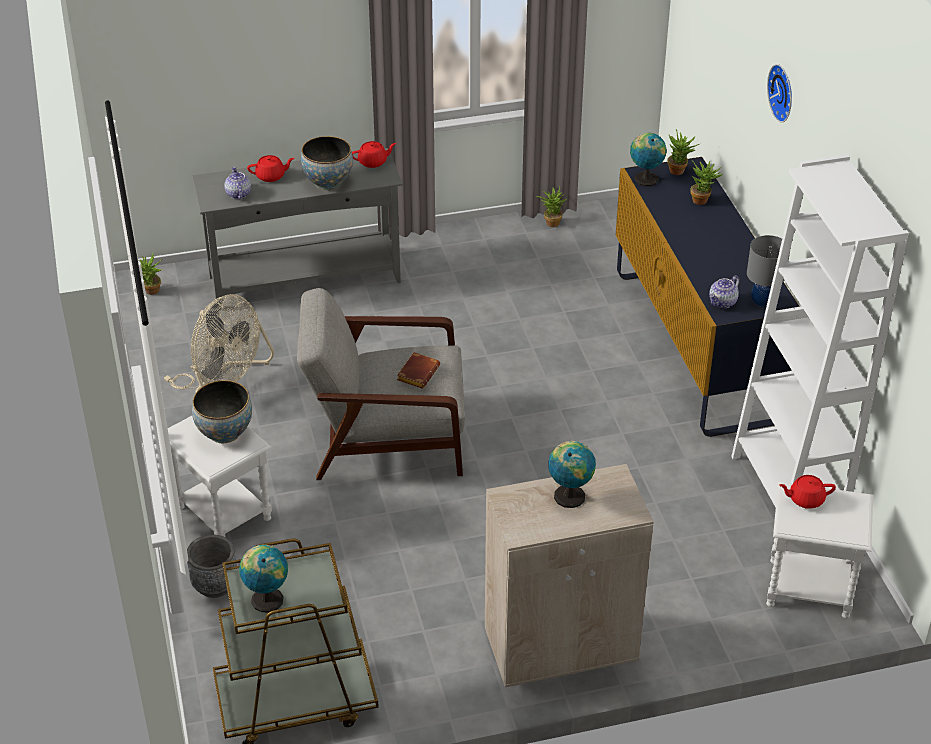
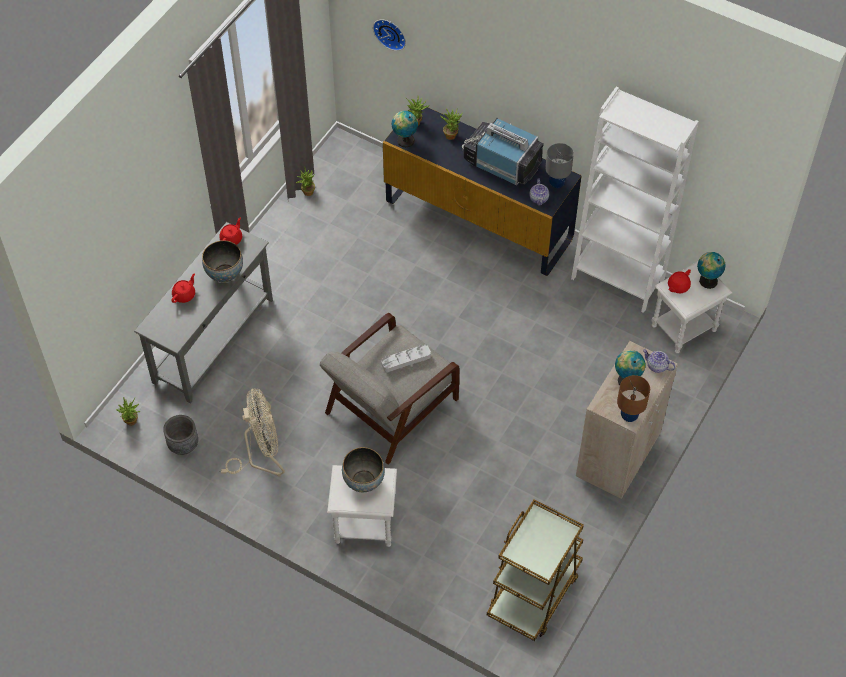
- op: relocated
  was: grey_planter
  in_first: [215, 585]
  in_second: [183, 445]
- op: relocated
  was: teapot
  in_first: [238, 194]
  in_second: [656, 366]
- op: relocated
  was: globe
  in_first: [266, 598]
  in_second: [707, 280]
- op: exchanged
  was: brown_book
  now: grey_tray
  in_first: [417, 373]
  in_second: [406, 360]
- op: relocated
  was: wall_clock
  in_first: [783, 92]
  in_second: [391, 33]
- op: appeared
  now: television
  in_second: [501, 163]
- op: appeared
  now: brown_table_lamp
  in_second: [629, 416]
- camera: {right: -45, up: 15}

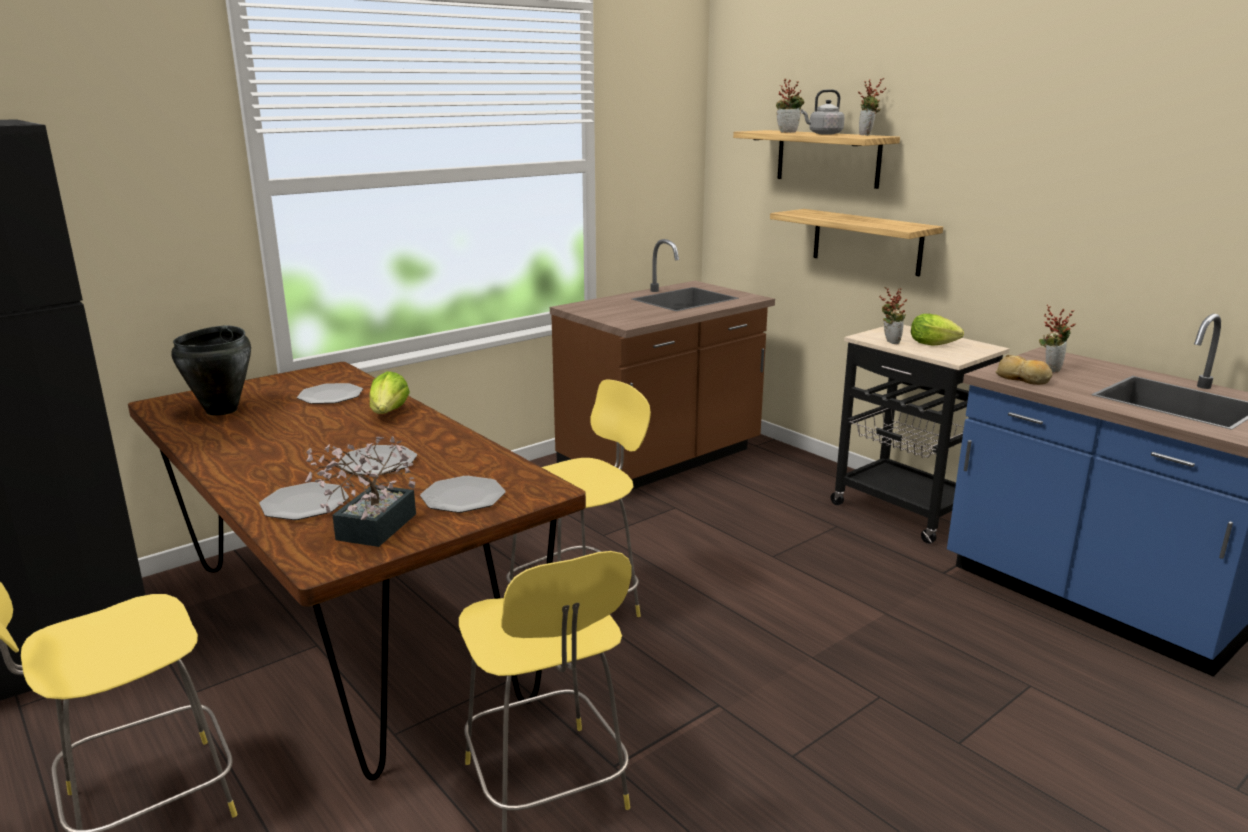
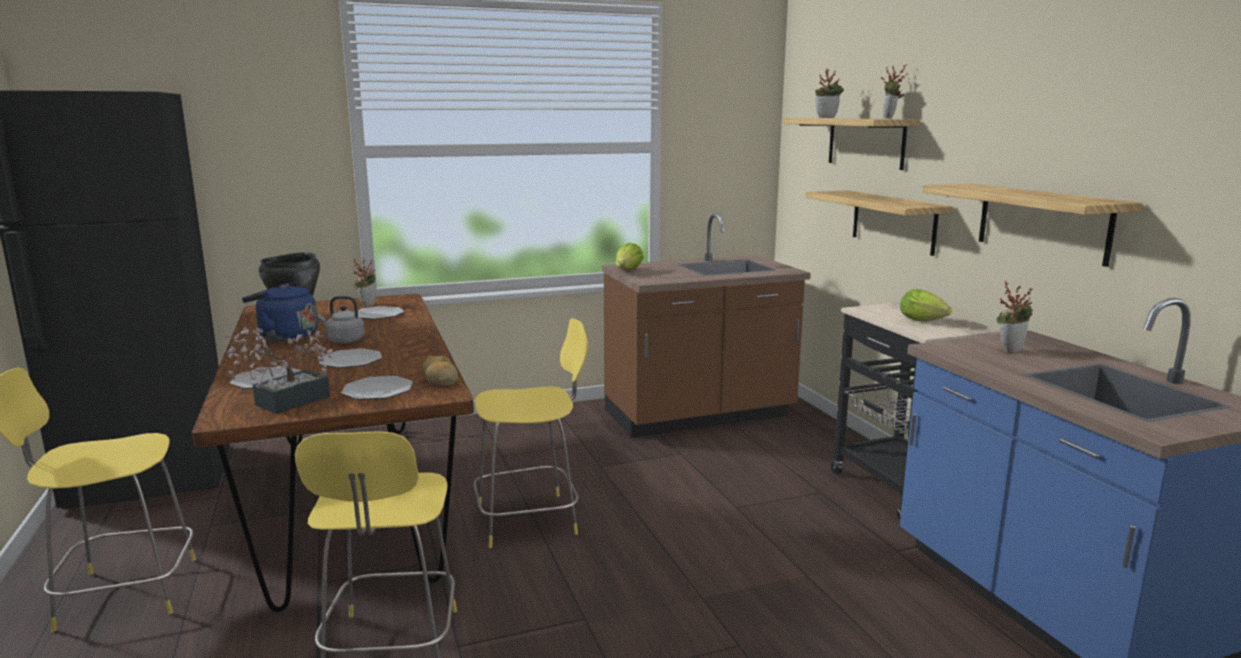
- op: relocated
  was: lettuce
  in_first: [389, 414]
  in_second: [628, 271]
- op: relocated
  was: grey_kettle
  in_first: [823, 134]
  in_second: [343, 340]
- op: relocated
  was: potted_plant
  in_first: [889, 342]
  in_second: [367, 305]
- op: relocated
  was: bread
  in_first: [1023, 379]
  in_second: [440, 379]
- op: appeared
  now: blue_kettle
  in_second: [285, 336]
- op: appeared
  now: shelf
  in_second: [1042, 222]
- camera: {right: 20, up: -5}

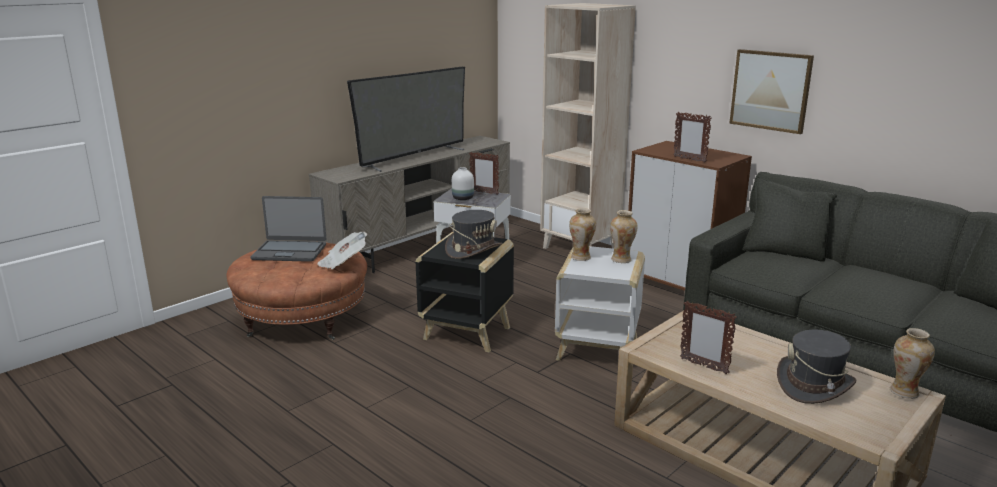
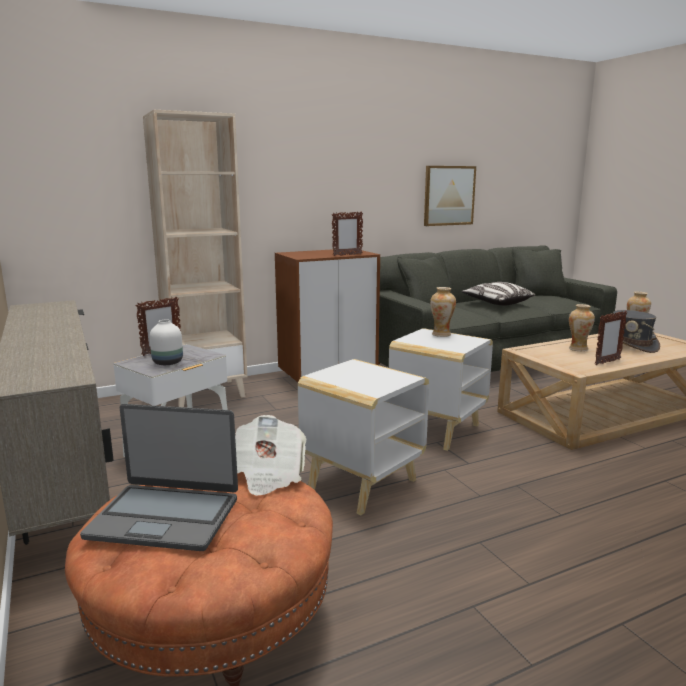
- op: spun
  was: laptop
  in_first: [290, 252]
  in_second: [165, 517]
  clockwise: 75
- op: missing
  was: television
  in_first: [414, 158]
- op: colour
  was: black_side_table
  now: white_side_table
  in_first: [468, 333]
  in_second: [363, 483]
- op: missing
  was: grey_hat
  in_first: [473, 250]
- op: relocated
  was: vase
  in_first: [581, 257]
  in_second: [578, 349]
- op: relocated
  was: picture
  in_first: [770, 90]
  in_second: [448, 195]
- op: appeared
  now: pillow
  in_second: [497, 303]
- camera: {right: -70, up: -5}

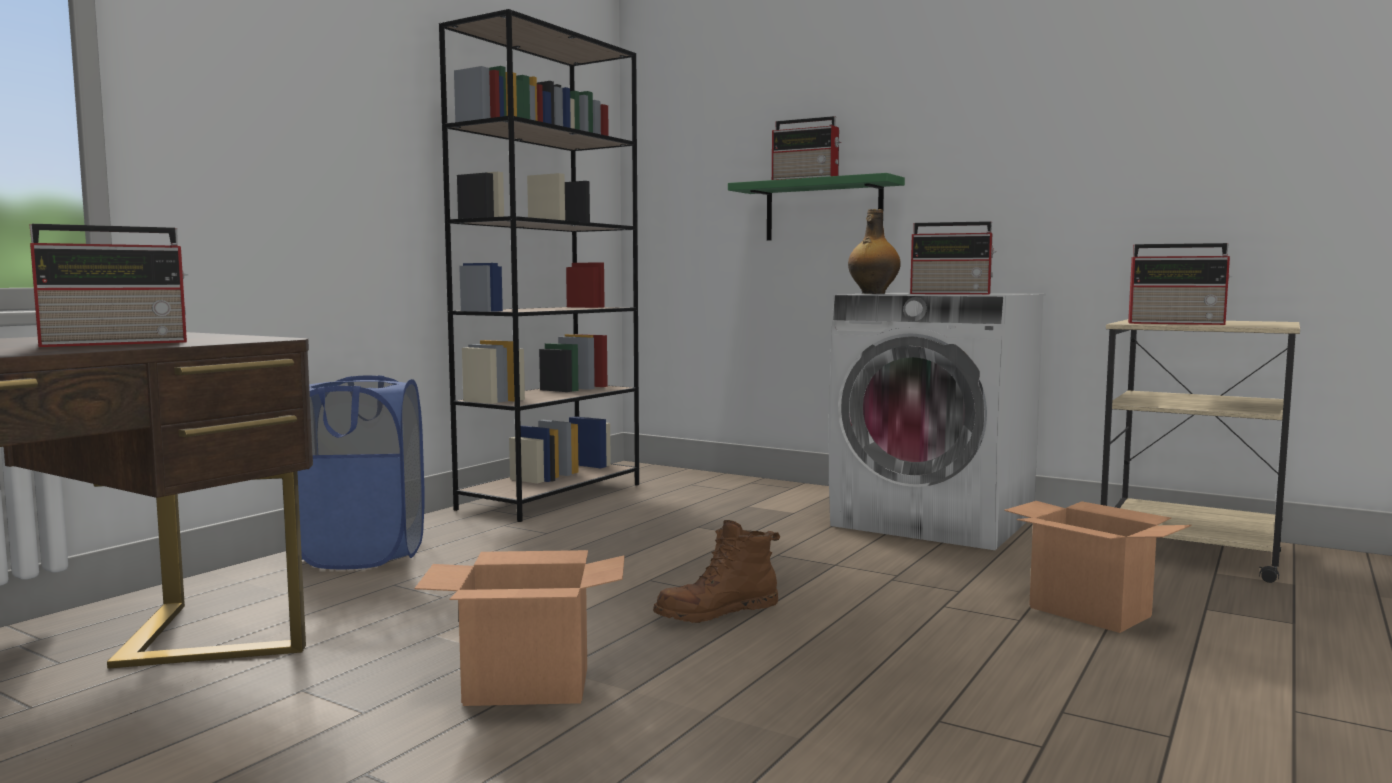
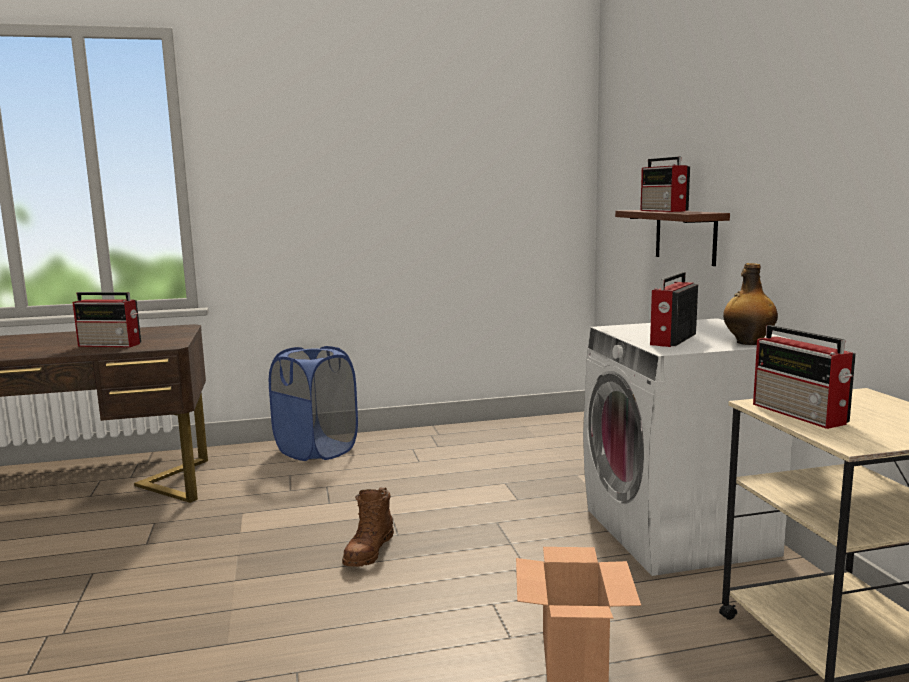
- op: missing
  was: cardboard_box
  in_first: [525, 687]
- op: missing
  was: beige_bookcase
  in_first: [551, 496]
- op: spun
  was: brown_boot
  in_first: [717, 612]
  in_second: [369, 551]
  clockwise: -90
- op: colour
  was: green_shelf
  now: brown_shelf
  in_first: [823, 210]
  in_second: [685, 236]
- op: relocated
  was: bottle
  in_first: [872, 293]
  in_second: [748, 342]
- op: spun
  was: radio
  in_first: [952, 294]
  in_second: [672, 340]
  clockwise: 60
- camera: {right: 45, up: 5}

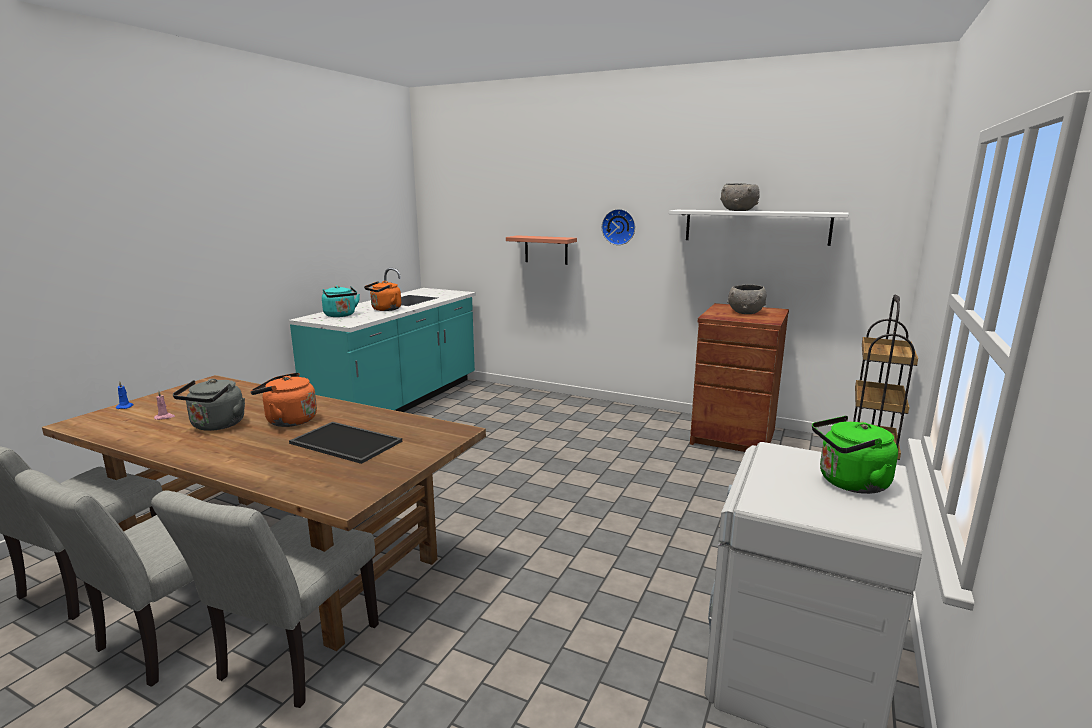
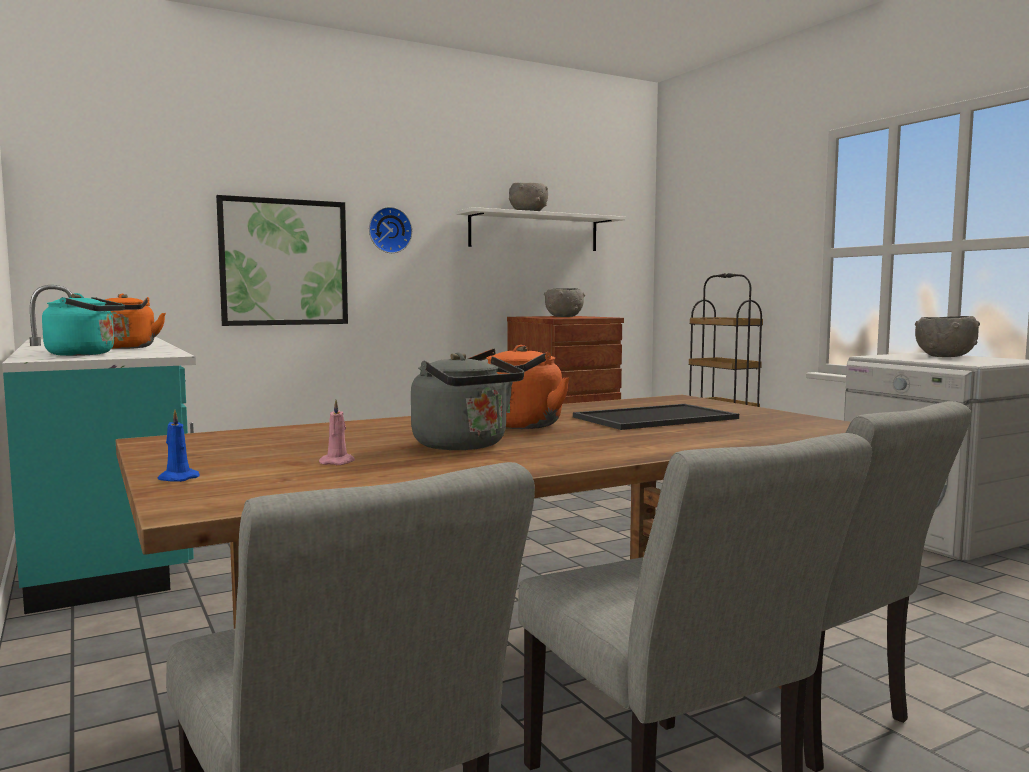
- op: exchanged
  was: shelf
  now: picture
  in_first: [546, 250]
  in_second: [284, 262]
- op: exchanged
  was: green_kettle
  now: grey_bowl
  in_first: [849, 483]
  in_second: [944, 356]
- camera: {right: -55, up: -10}

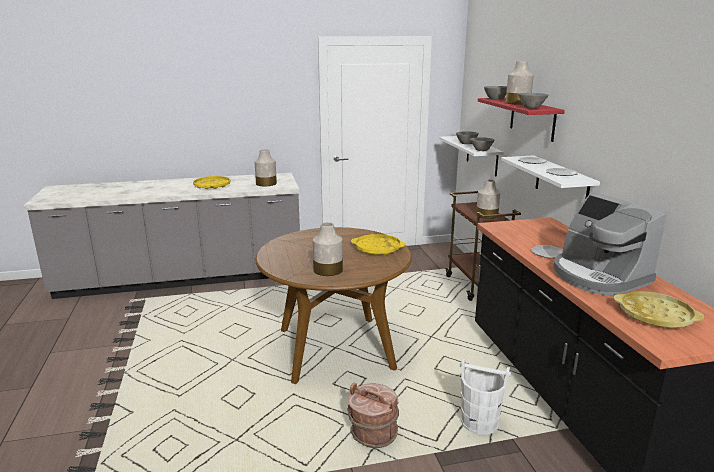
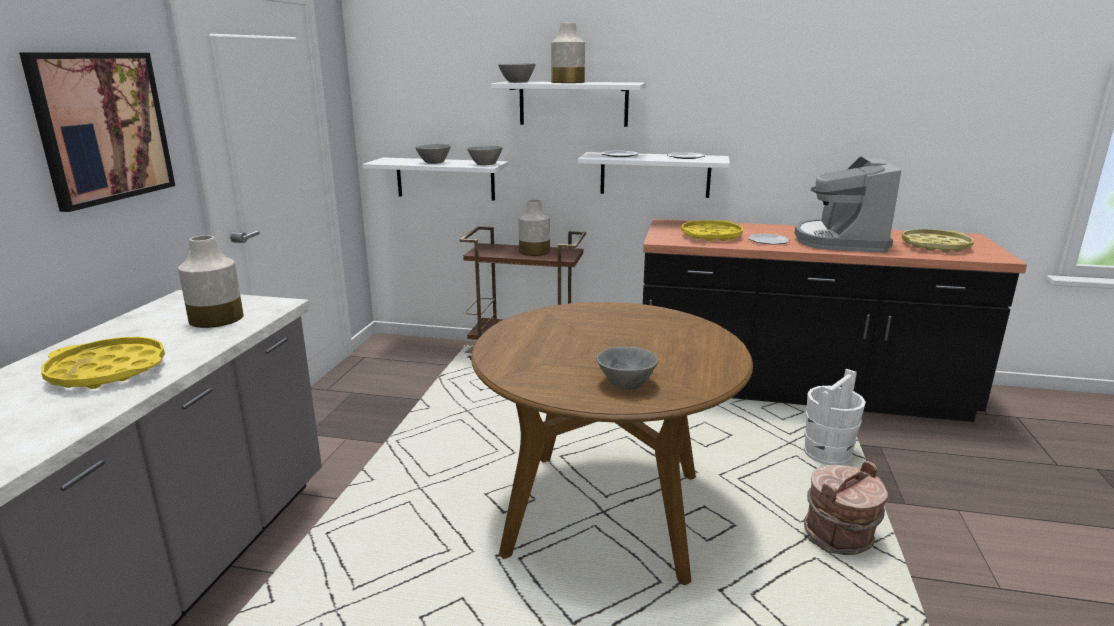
- op: missing
  was: beige_vase
  in_first: [328, 270]
- op: relocated
  was: yellow_tray
  in_first: [377, 248]
  in_second: [711, 236]
- op: colour
  was: red_shelf
  now: white_shelf
  in_first: [532, 118]
  in_second: [573, 104]
- op: relocated
  was: grey_bowl
  in_first: [532, 108]
  in_second: [627, 383]
- op: spun
  was: coffee_machine
  in_first: [598, 276]
  in_second: [840, 241]
  clockwise: 105
- op: appeared
  now: picture
  in_second: [102, 127]
- camera: {right: -65, up: 0}

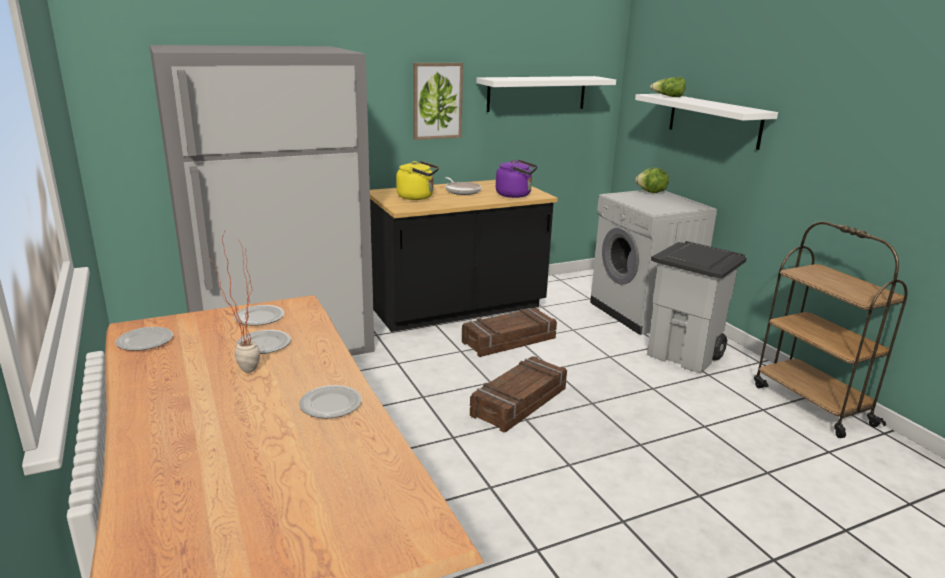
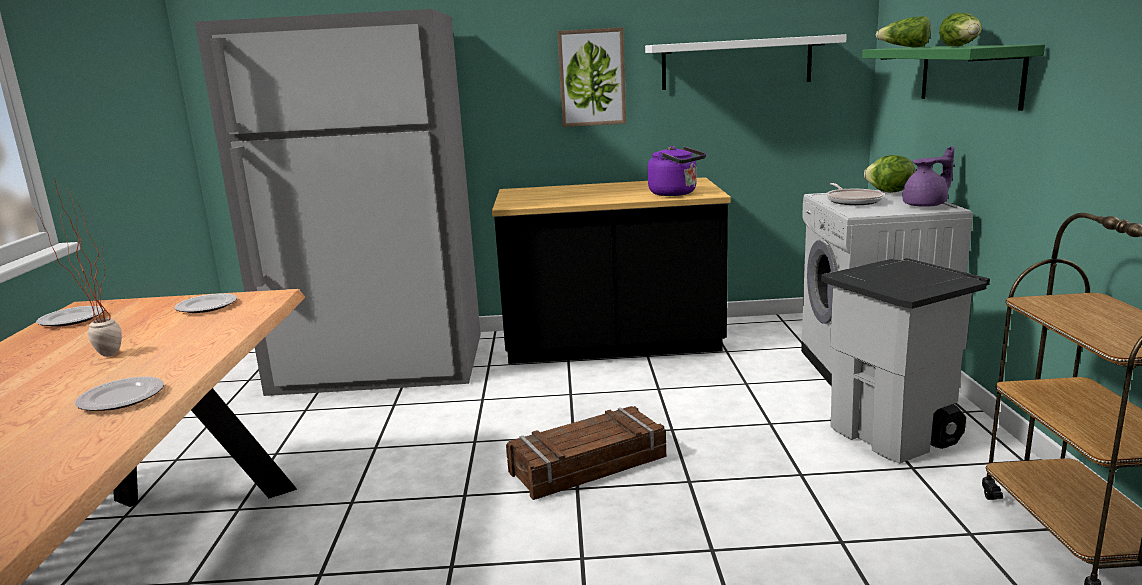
- op: missing
  was: plate
  in_first: [263, 344]
- op: missing
  was: yellow_kettle
  in_first: [417, 197]
- op: relocated
  was: frying_pan
  in_first: [462, 191]
  in_second: [853, 201]
- op: missing
  was: crate
  in_first: [509, 341]
- op: colour
  was: white_shelf
  now: green_shelf
  in_first: [714, 120]
  in_second: [969, 75]
- op: appeared
  now: purple_teapot
  in_second: [926, 205]
- op: appeared
  now: lettuce
  in_second: [961, 46]
- camera: {right: 25, up: -5}

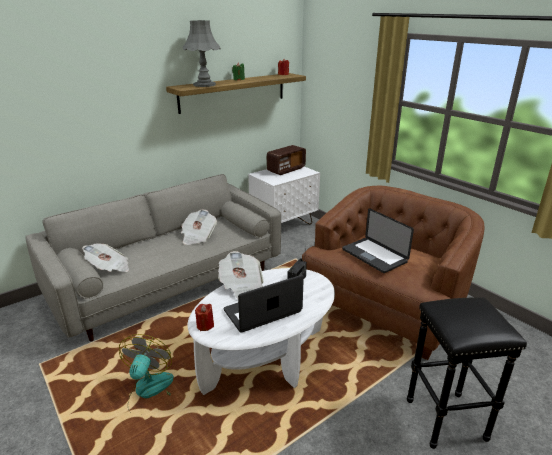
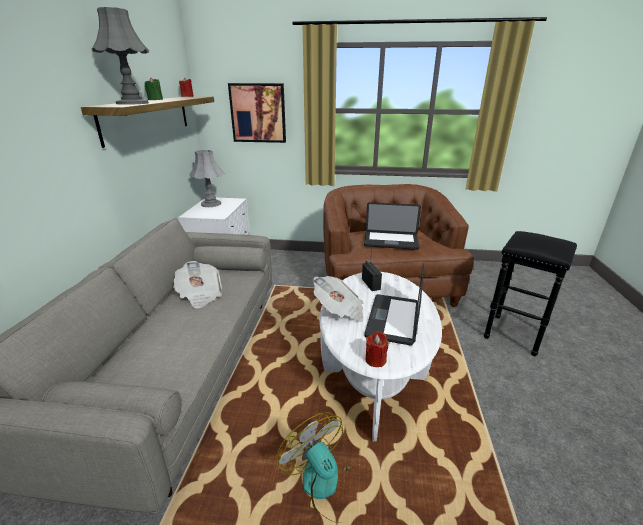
- op: missing
  was: newspaper
  in_first: [109, 268]
- op: exchanged
  was: radio
  now: grey_table_lamp
  in_first: [286, 169]
  in_second: [211, 204]
- op: appeared
  now: picture
  in_second: [258, 113]
- camera: {right: -45, up: 0}

